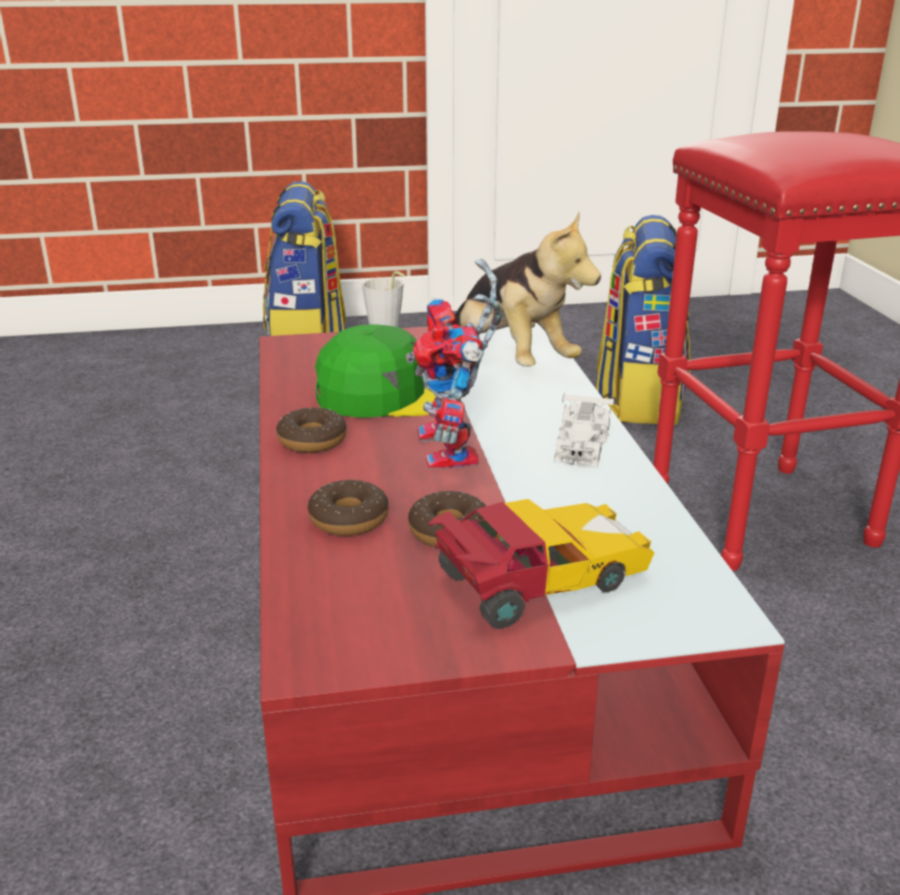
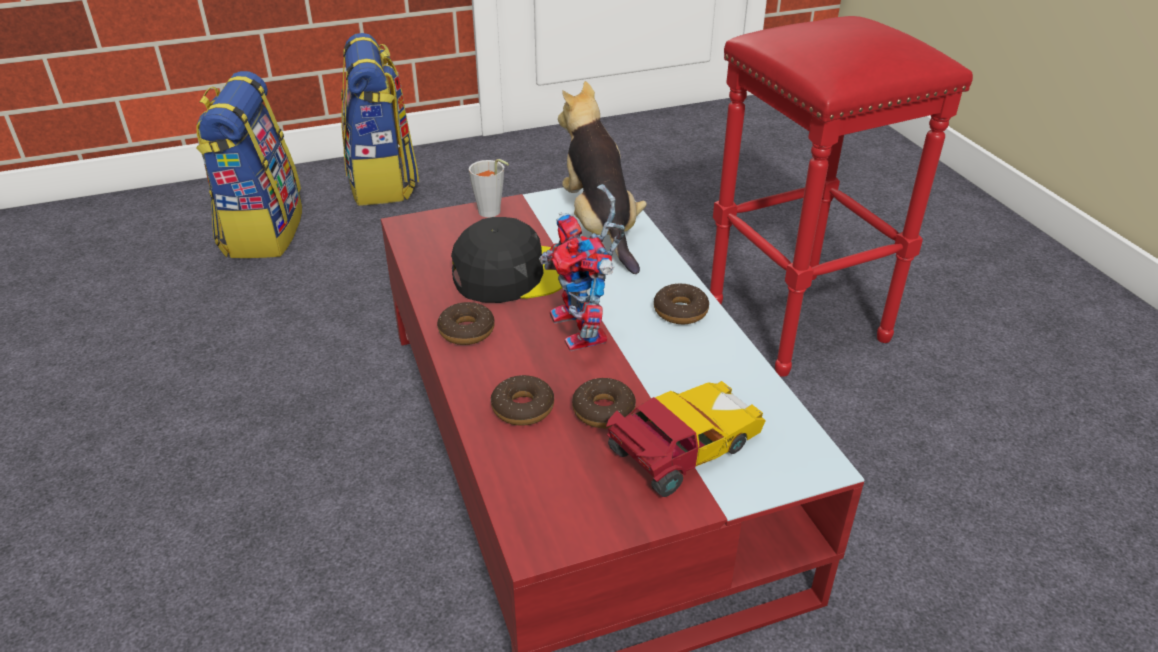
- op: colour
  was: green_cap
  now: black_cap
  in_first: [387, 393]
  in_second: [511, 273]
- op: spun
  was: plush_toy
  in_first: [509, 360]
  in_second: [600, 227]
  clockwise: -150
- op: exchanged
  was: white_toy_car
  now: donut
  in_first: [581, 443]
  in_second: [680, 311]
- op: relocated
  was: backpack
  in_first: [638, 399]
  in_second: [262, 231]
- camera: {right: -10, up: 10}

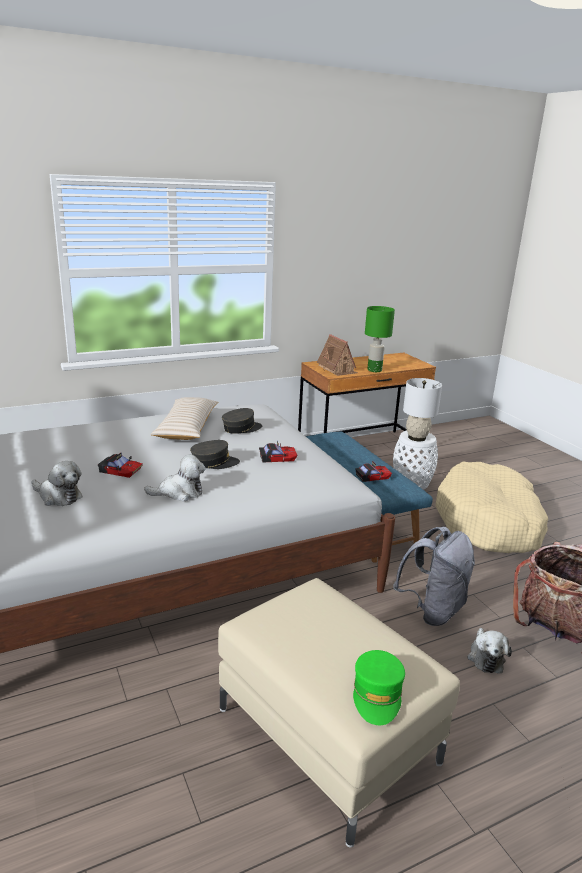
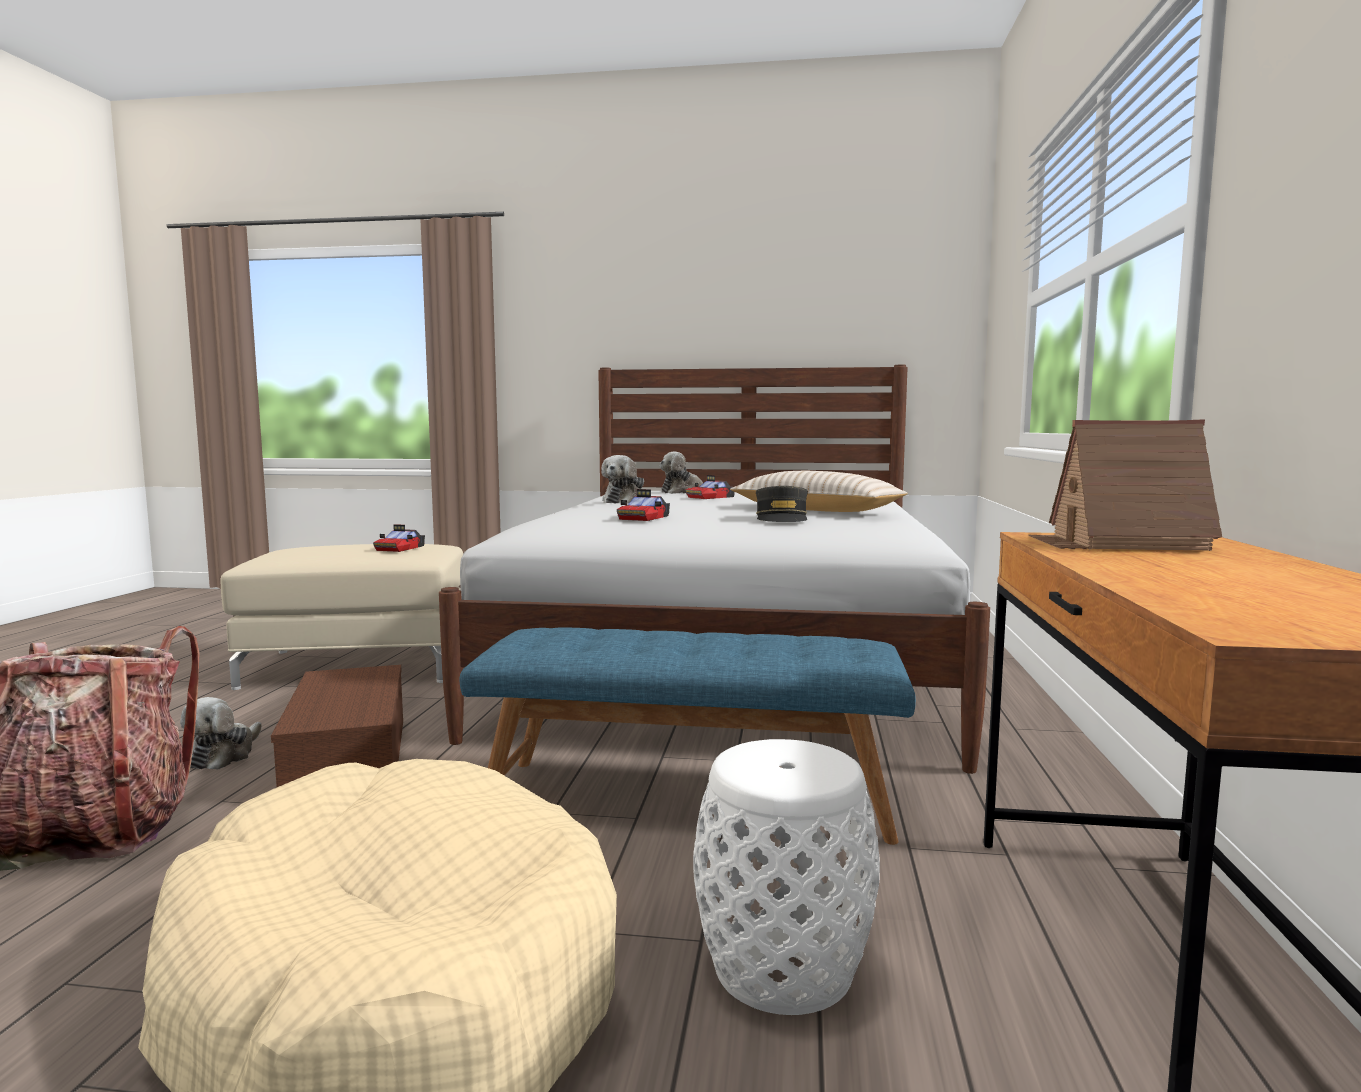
- op: missing
  was: grey_cap
  in_first: [214, 462]
- op: missing
  was: green_cap
  in_first: [377, 694]
- op: relocated
  was: toy_car
  in_first: [372, 476]
  in_second: [400, 548]
- op: missing
  was: green_table_lamp
  in_first: [375, 370]
- op: exchanged
  was: grey_backpack
  now: brown_storage_box
  in_first: [432, 610]
  in_second: [350, 759]
- op: missing
  was: white_table_lamp
  in_first: [417, 438]
- op: spun
  was: plush_toy
  in_first: [485, 657]
  in_second: [224, 755]
  clockwise: -120
- camera: {right: 125, up: -15}

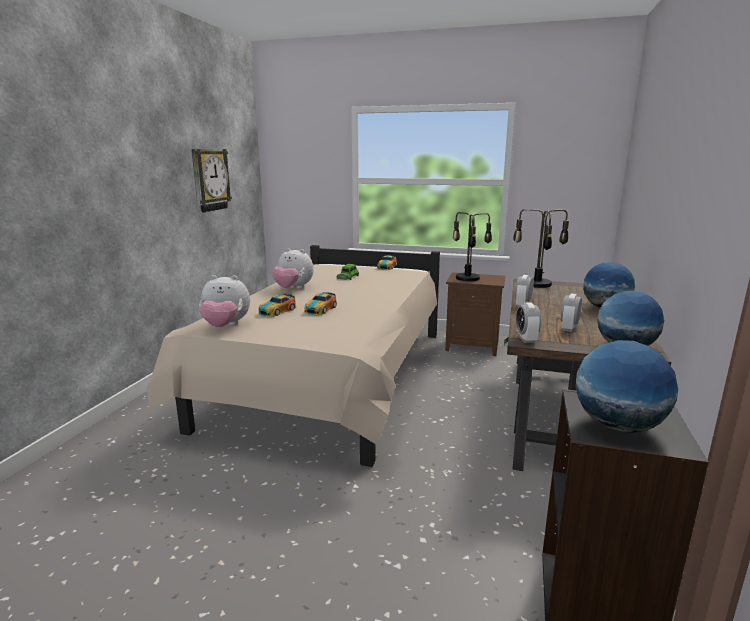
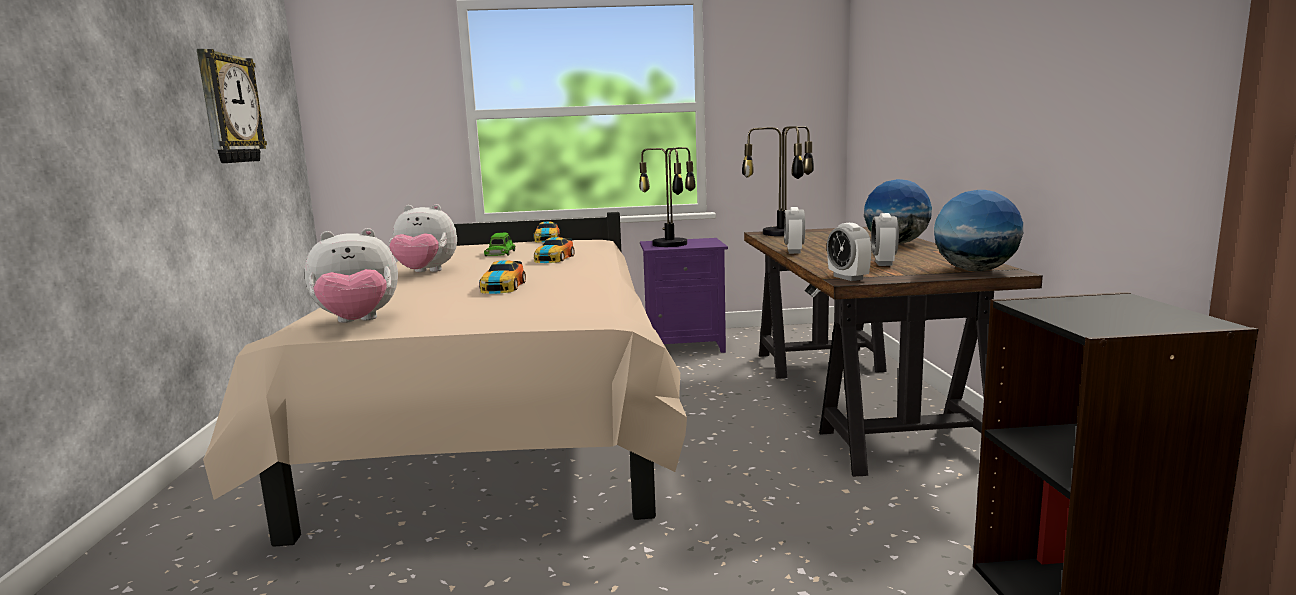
- op: relocated
  was: toy_car
  in_first: [277, 311]
  in_second: [554, 258]
- op: colour
  was: brown_nightstand
  now: purple_nightstand
  in_first: [473, 346]
  in_second: [685, 346]
- op: missing
  was: globe
  in_first: [617, 426]
- camera: {right: -20, up: -5}

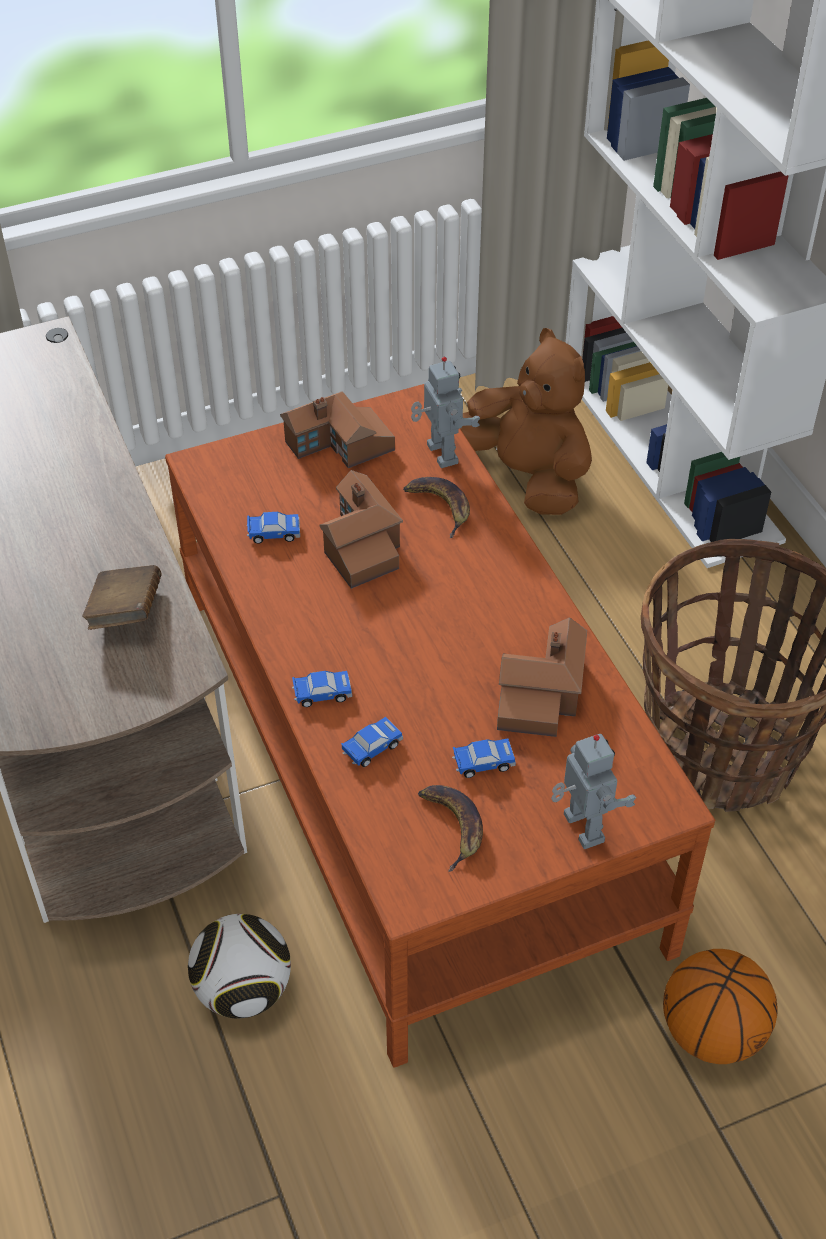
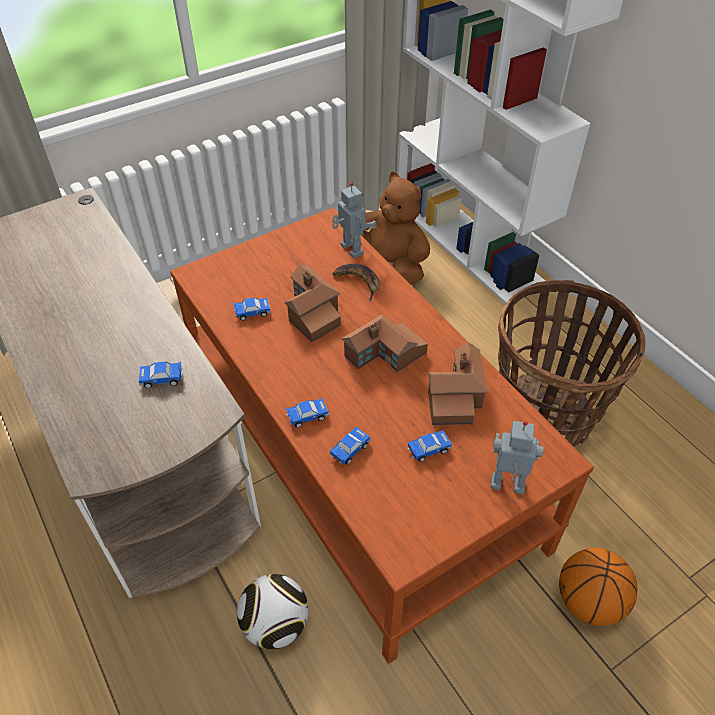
- op: exchanged
  was: brown_book
  now: toy_car
  in_first: [126, 613]
  in_second: [162, 378]
- op: relocated
  was: toy_house
  in_first: [339, 445]
  in_second: [385, 354]
- op: missing
  was: banana
  in_first: [453, 826]
- op: spun
  was: toy_robot
  in_first: [581, 828]
  in_second: [507, 486]
  clockwise: -45
- camera: {right: -10, up: 0}

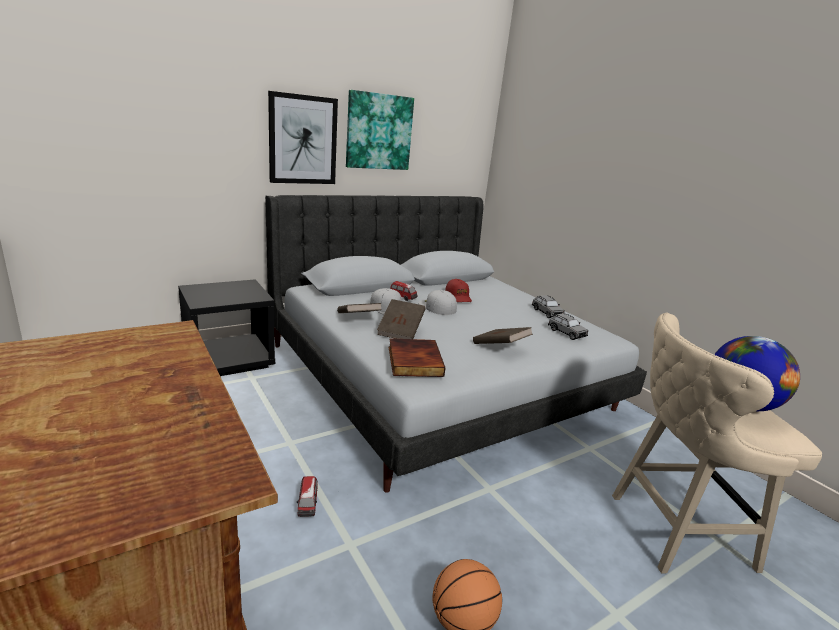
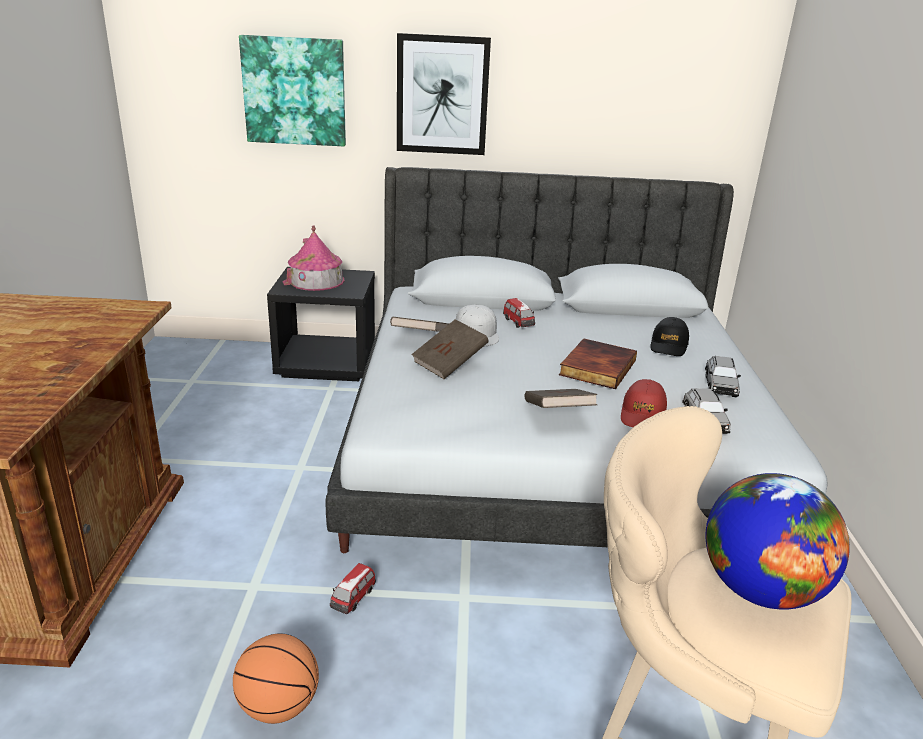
- op: relocated
  was: toy_car
  in_first: [308, 505]
  in_second: [353, 599]
- op: relocated
  was: picture
  in_first: [378, 132]
  in_second: [294, 91]
- op: relocated
  was: book
  in_first: [413, 361]
  in_second: [596, 367]
- op: missing
  was: white_cap
  in_first: [436, 307]
- op: relocated
  was: red_cap
  in_first: [458, 297]
  in_second: [643, 414]
- op: appeared
  now: toy_house
  in_second: [316, 280]
- op: appeared
  now: black_cap
  in_second: [669, 345]
- camera: {right: 35, up: 5}

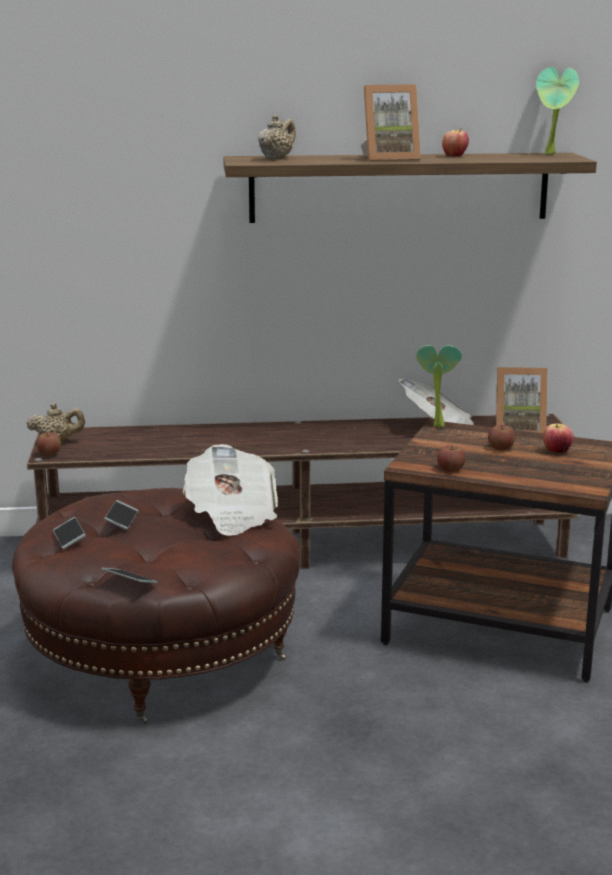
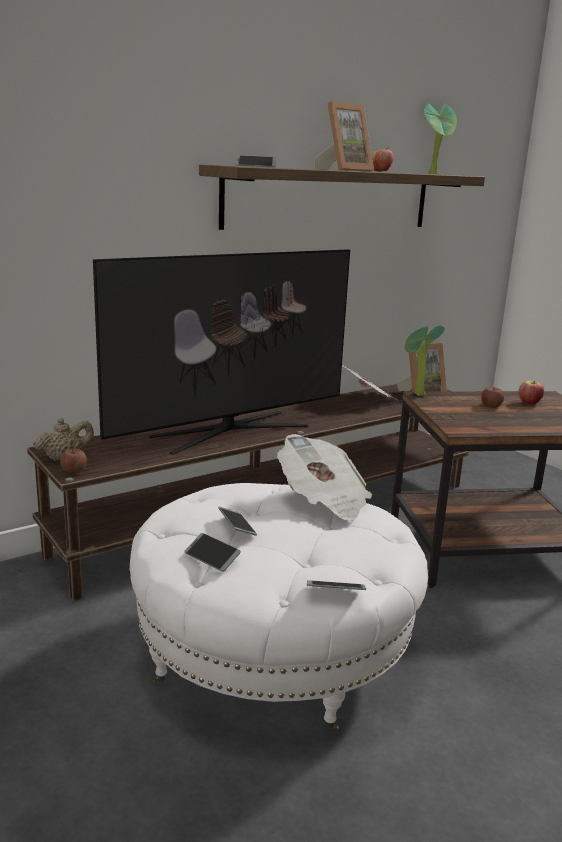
- op: colour
  was: brown_ottoman
  now: white_ottoman
  in_first: [162, 656]
  in_second: [273, 652]
- op: exchanged
  was: beige_teapot
  now: phone
  in_first: [276, 158]
  in_second: [256, 166]
- op: missing
  was: apple
  in_first: [450, 469]
- op: appeared
  now: television
  in_second: [229, 431]
- camera: {right: -30, up: 0}

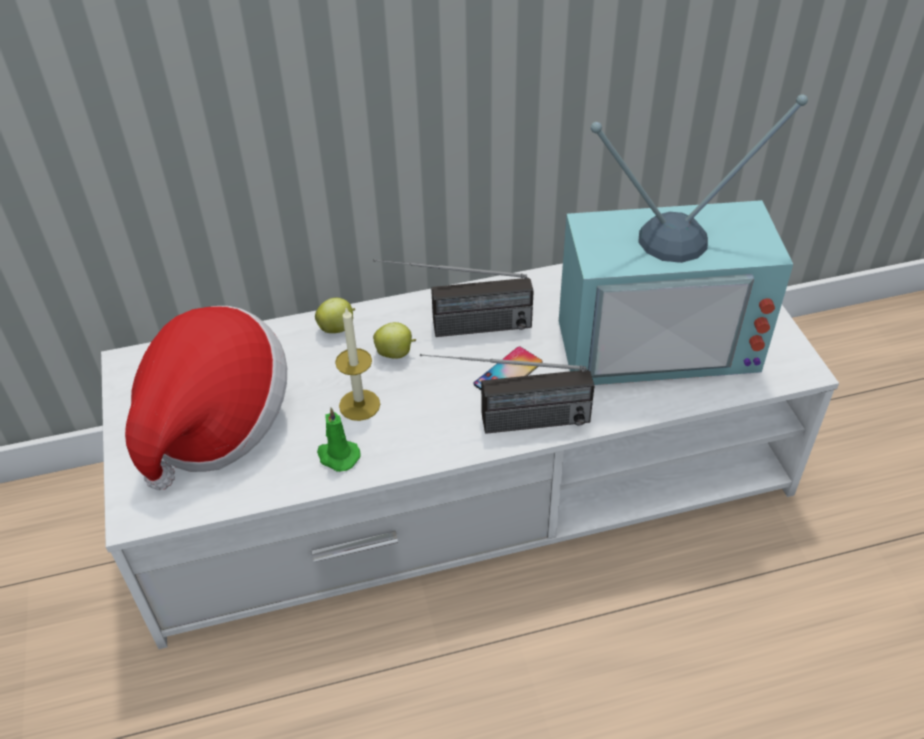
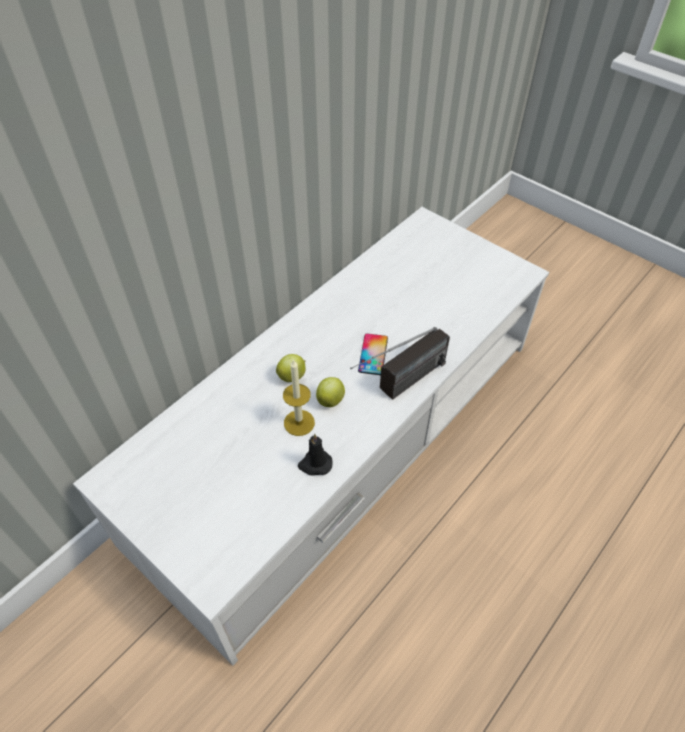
- op: missing
  was: hat
  in_first: [215, 423]
- op: relocated
  was: apple
  in_first: [337, 328]
  in_second: [330, 400]
- op: colour
  was: green_candle
  now: black_candle
  in_first: [337, 456]
  in_second: [315, 464]
- op: missing
  was: radio
  in_first: [456, 328]
- op: missing
  was: television
  in_first: [658, 338]
- camera: {right: -35, up: 5}

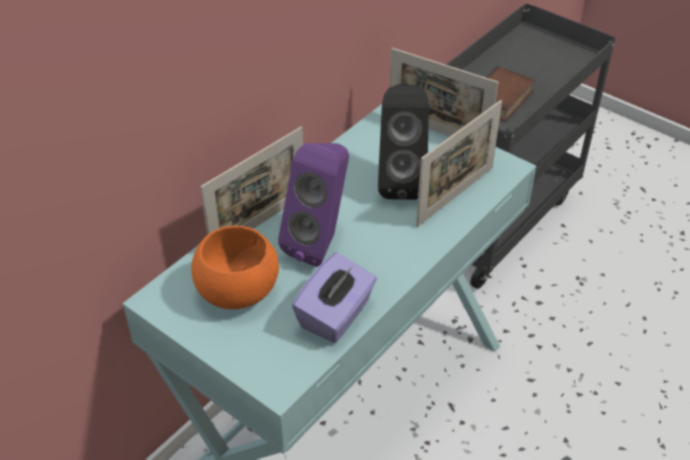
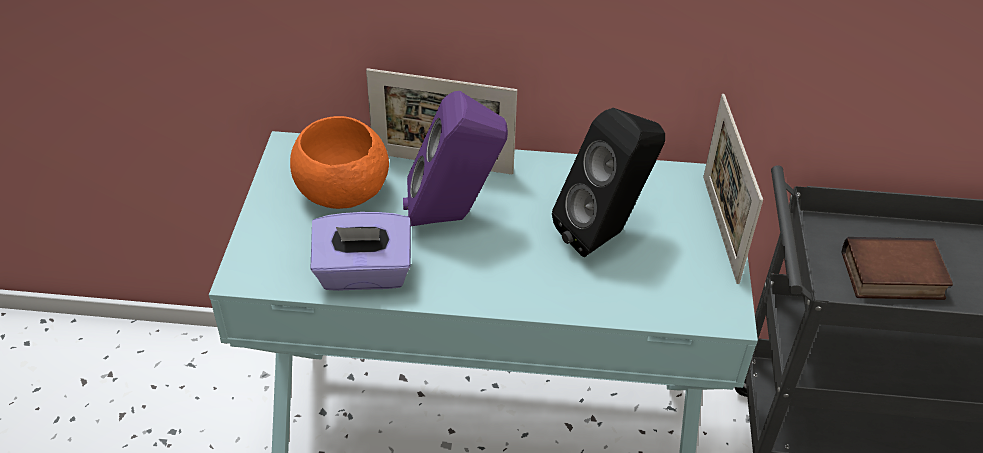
- op: missing
  was: picture_frame
  in_first: [455, 196]
- camera: {right: 55, up: 0}

